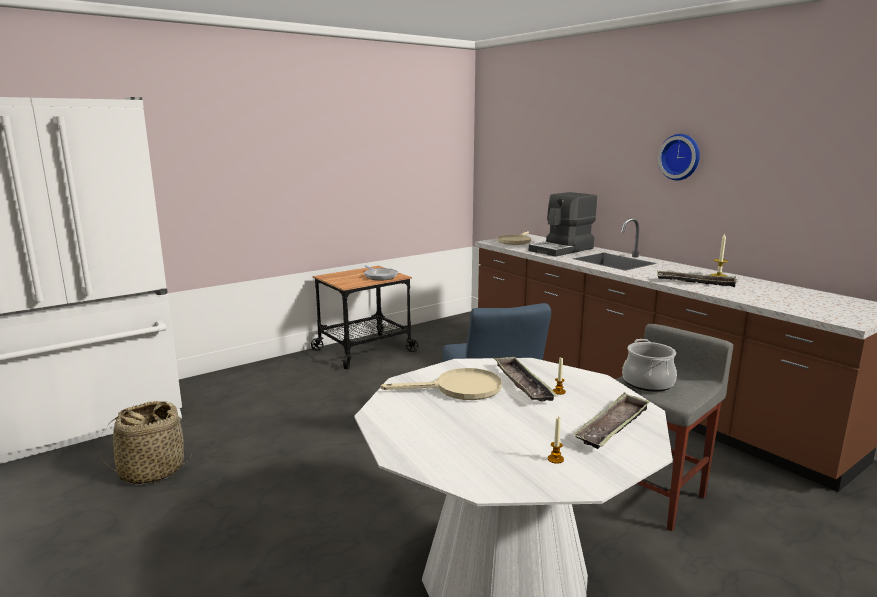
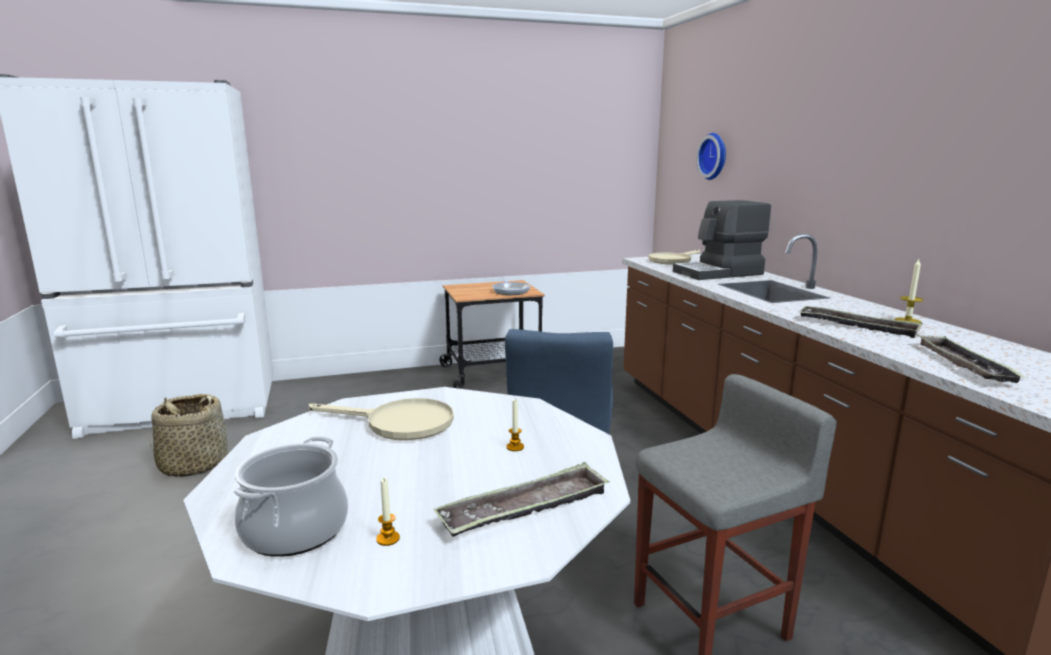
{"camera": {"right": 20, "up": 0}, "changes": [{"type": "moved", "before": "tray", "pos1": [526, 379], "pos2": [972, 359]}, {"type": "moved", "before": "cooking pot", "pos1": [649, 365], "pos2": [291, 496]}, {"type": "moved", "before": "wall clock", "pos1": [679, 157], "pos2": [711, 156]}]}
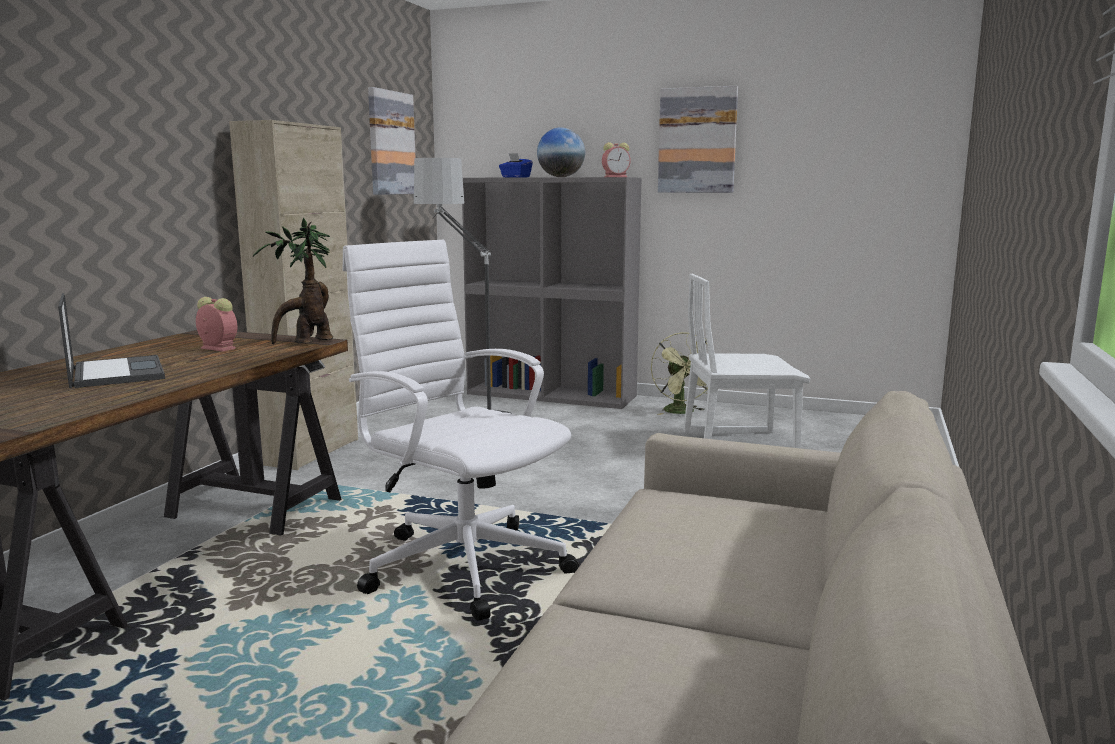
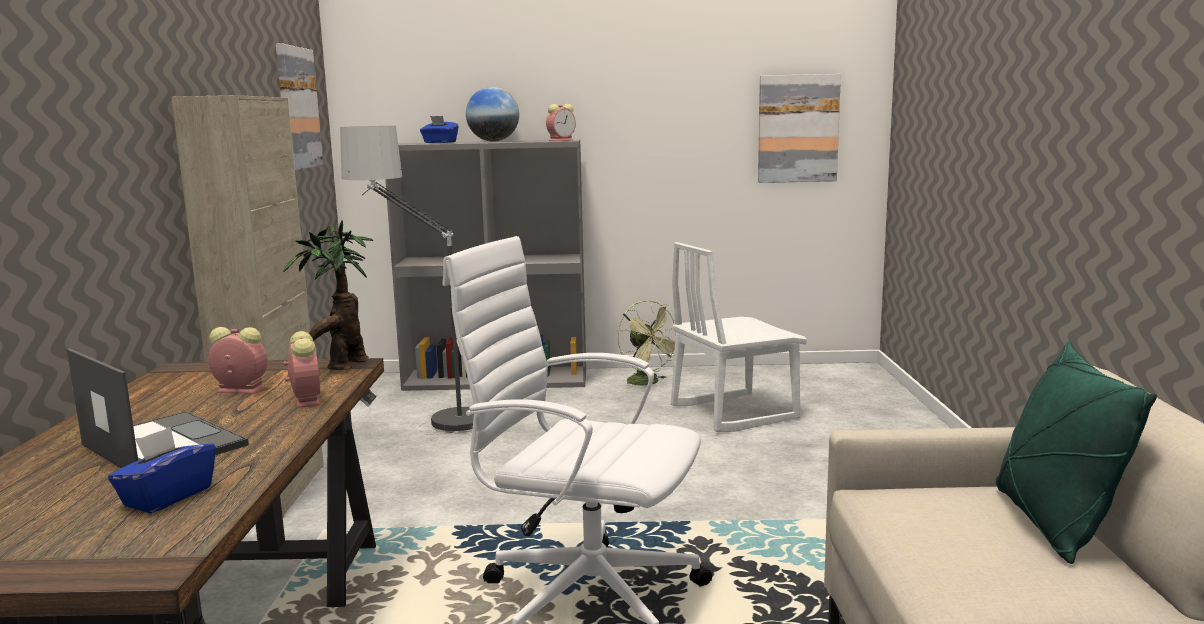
{"camera": {"right": -20, "up": 0}, "changes": [{"type": "moved", "before": "picture", "pos1": [698, 139], "pos2": [799, 128]}, {"type": "added", "after": "tissue box (blue)", "pos2": [162, 470]}, {"type": "added", "after": "alarm clock", "pos2": [302, 369]}, {"type": "added", "after": "pillow (green)", "pos2": [1076, 452]}]}
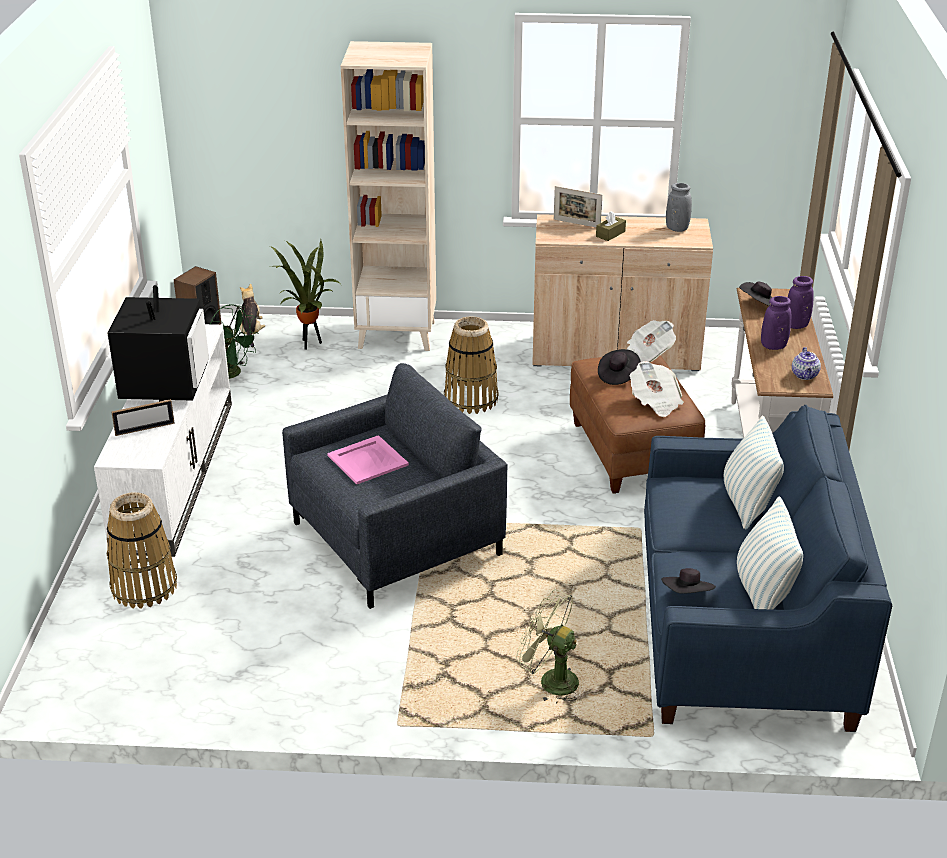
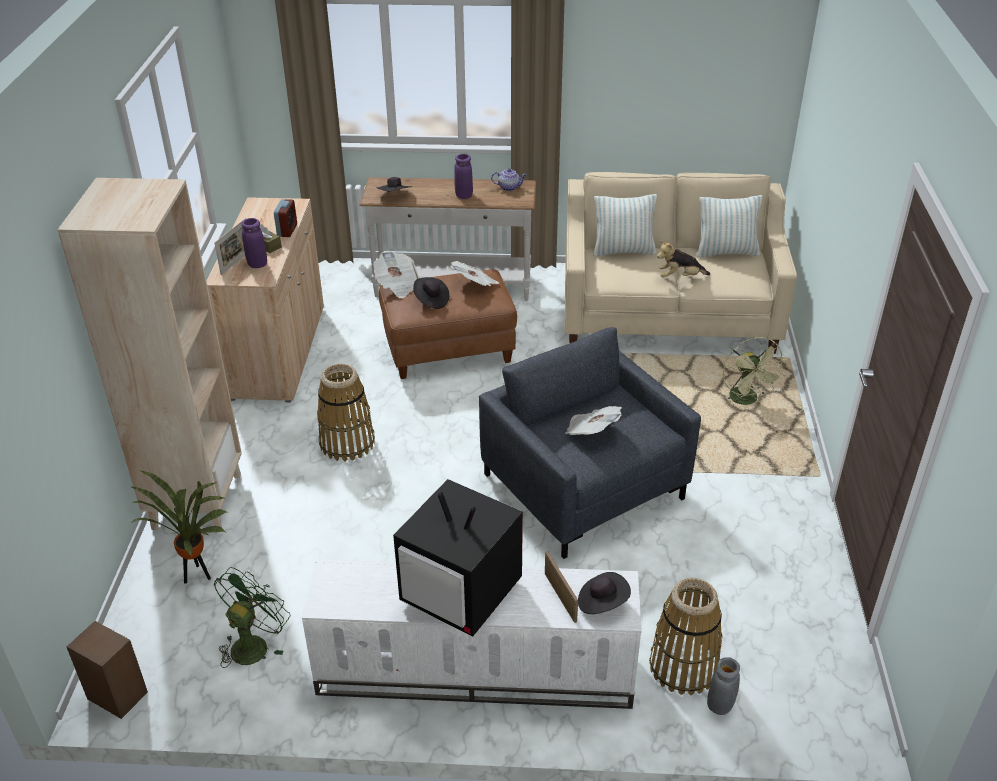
{"camera": {"right": -90, "up": 5}, "changes": [{"type": "turned", "before": "television", "pos1": [158, 343], "pos2": [458, 557], "turn": -150}, {"type": "moved", "before": "plush toy", "pos1": [252, 315], "pos2": [683, 258]}, {"type": "replaced", "before": "tray (pink)", "after": "newspaper", "pos1": [368, 459], "pos2": [593, 420]}, {"type": "turned", "before": "fan (green)", "pos1": [547, 646], "pos2": [755, 371], "turn": -45}, {"type": "recoloured", "before": "sofa (blue)", "after": "sofa (beige)", "pos1": [768, 568], "pos2": [681, 263]}, {"type": "moved", "before": "hat (black)", "pos1": [688, 581], "pos2": [604, 593]}, {"type": "moved", "before": "vase (grey)", "pos1": [679, 207], "pos2": [723, 686]}, {"type": "moved", "before": "vase (purple)", "pos1": [800, 302], "pos2": [254, 243]}, {"type": "added", "after": "alarm clock", "pos2": [285, 218]}]}
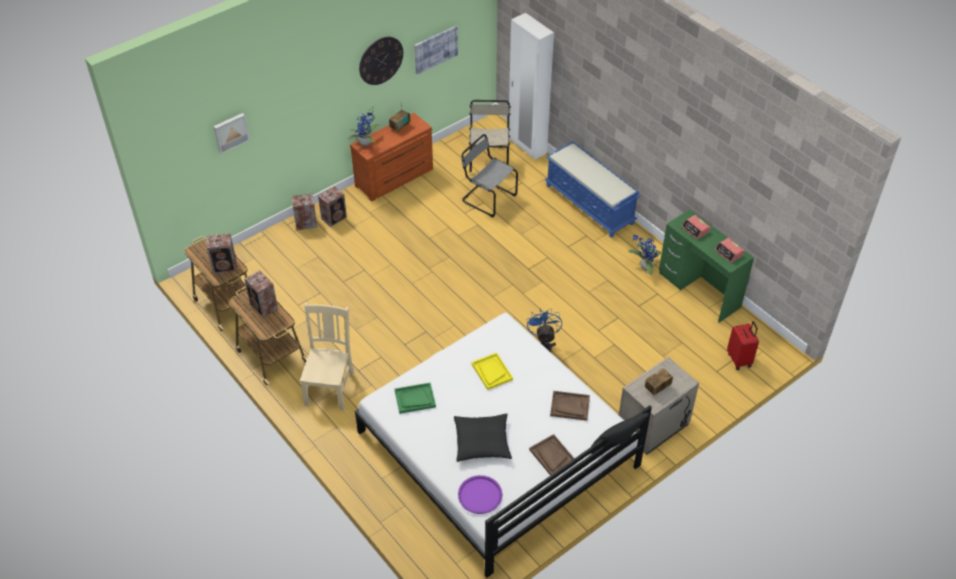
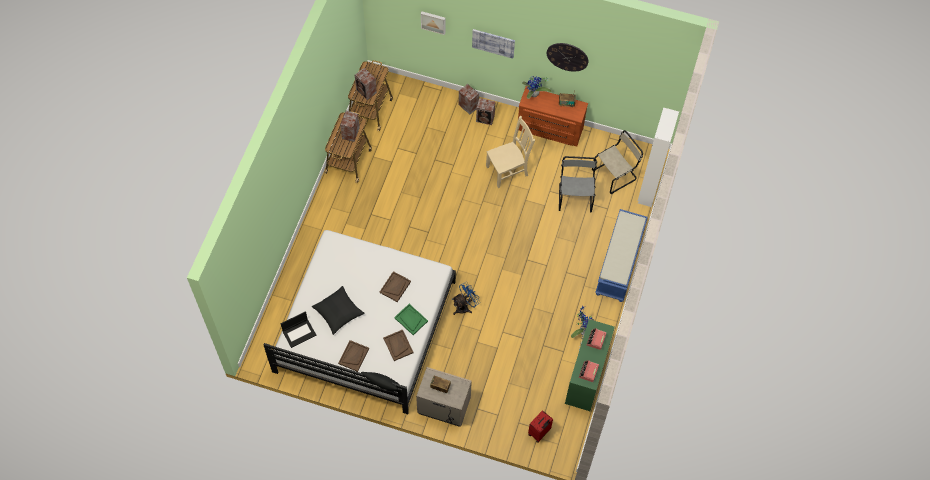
{"camera": {"right": 55, "up": 15}, "changes": [{"type": "moved", "before": "chair (beige)", "pos1": [327, 357], "pos2": [510, 152]}, {"type": "moved", "before": "tray (green)", "pos1": [415, 398], "pos2": [411, 319]}, {"type": "moved", "before": "picture", "pos1": [436, 50], "pos2": [493, 44]}, {"type": "replaced", "before": "tray (purple)", "after": "laptop", "pos1": [480, 494], "pos2": [298, 329]}, {"type": "recoloured", "before": "tray (yellow)", "after": "tray (brown)", "pos1": [492, 371], "pos2": [395, 286]}]}
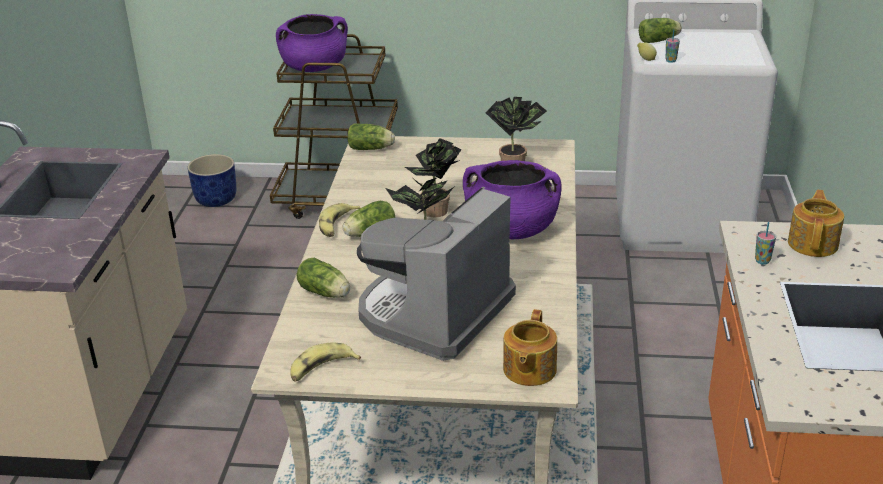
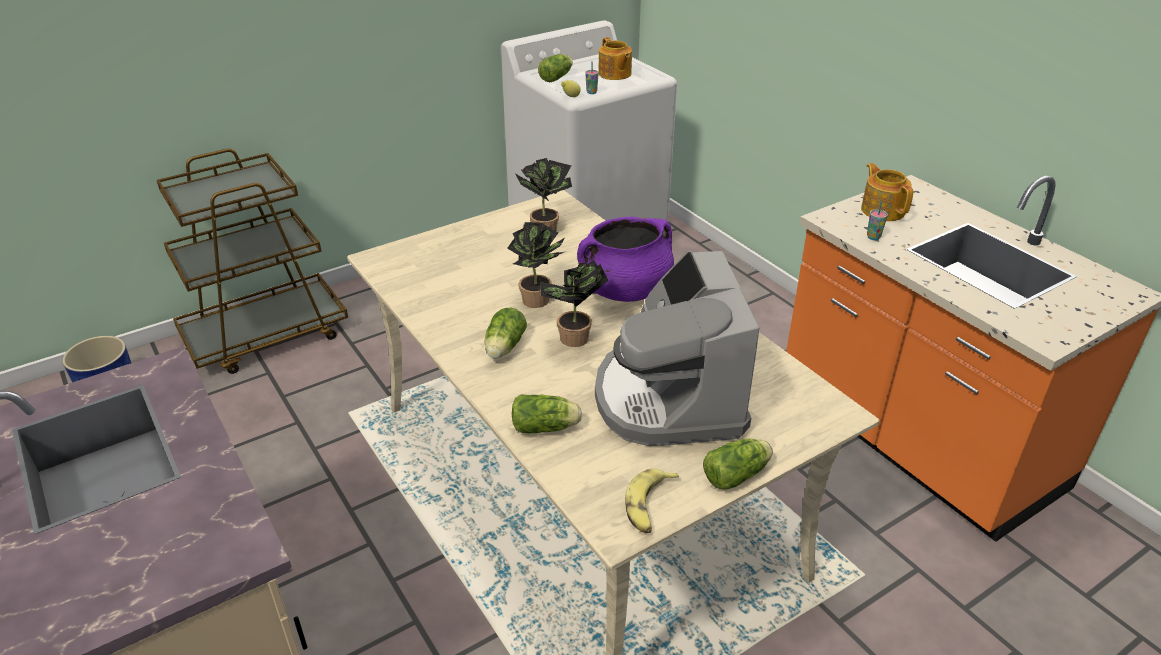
{"camera": {"right": -40, "up": 5}, "changes": [{"type": "removed", "before": "cooking pot (purple)", "pos1": [312, 43]}, {"type": "removed", "before": "banana", "pos1": [339, 220]}, {"type": "moved", "before": "lettuce", "pos1": [371, 136], "pos2": [738, 464]}, {"type": "moved", "before": "teapot", "pos1": [530, 347], "pos2": [615, 58]}]}
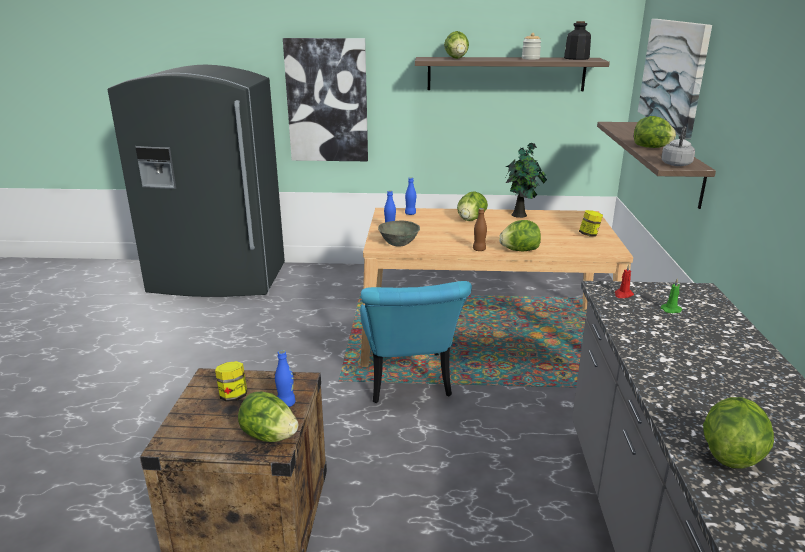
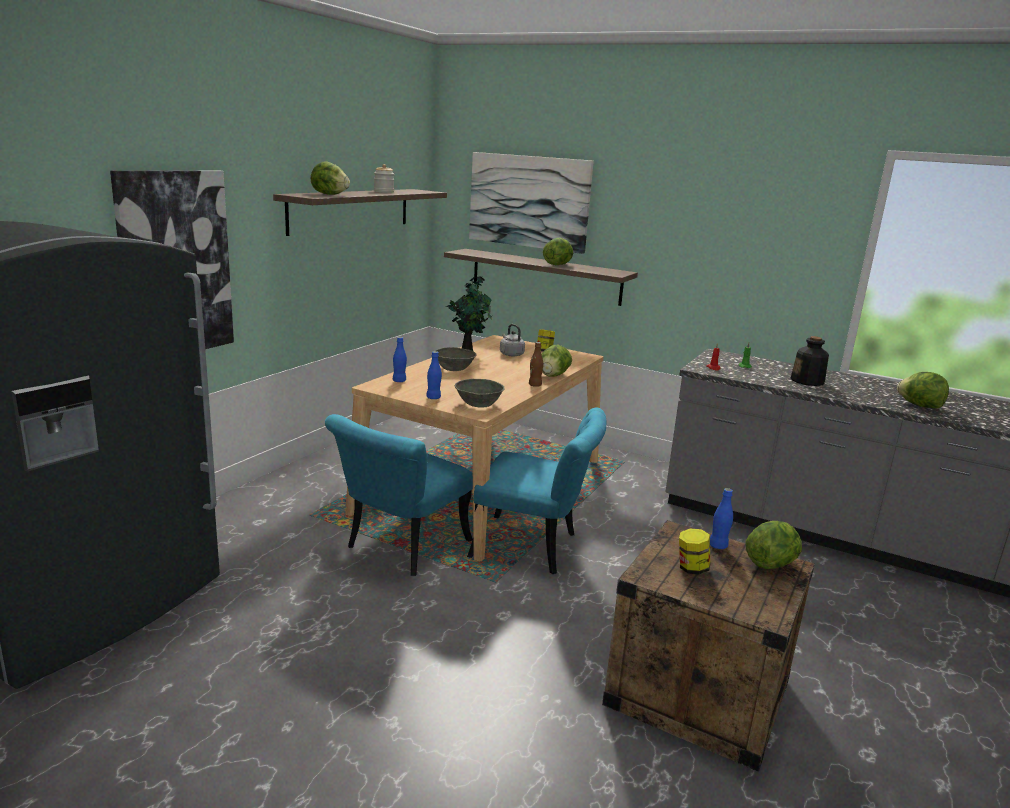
{"camera": {"right": -65, "up": -5}, "changes": [{"type": "replaced", "before": "lettuce", "after": "bowl (grey)", "pos1": [472, 206], "pos2": [456, 359]}, {"type": "moved", "before": "bottle", "pos1": [577, 40], "pos2": [810, 361]}, {"type": "moved", "before": "kettle (grey)", "pos1": [678, 146], "pos2": [512, 340]}, {"type": "added", "after": "chair (turquoise)", "pos2": [399, 495]}]}
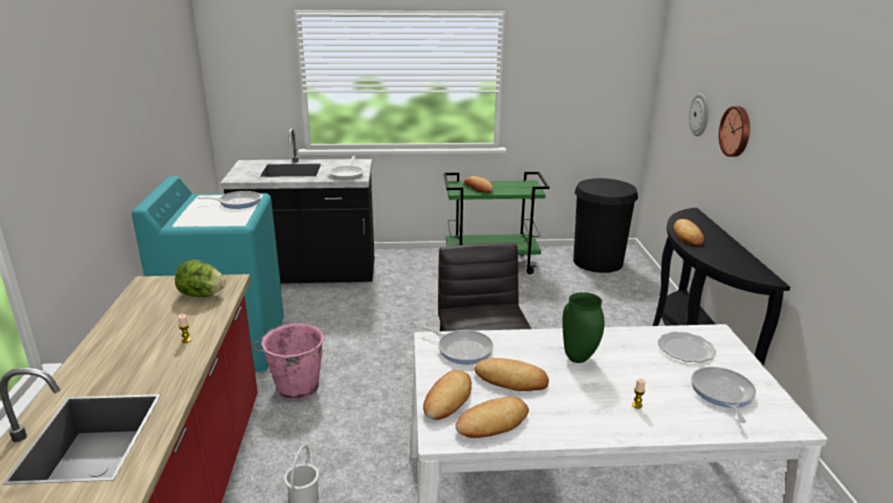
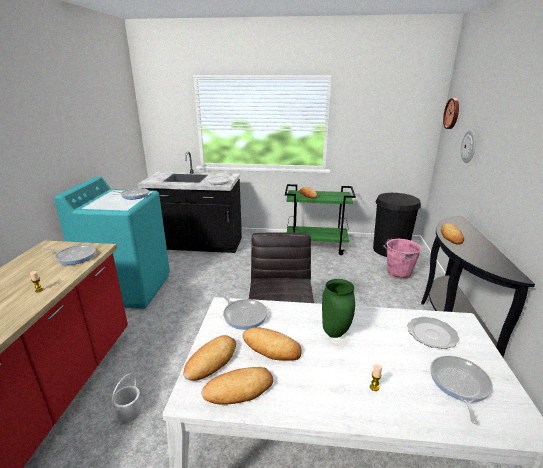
{"camera": {"right": 10, "up": 0}, "changes": [{"type": "replaced", "before": "lettuce", "after": "frying pan", "pos1": [200, 278], "pos2": [69, 255]}, {"type": "moved", "before": "bucket (pink)", "pos1": [289, 362], "pos2": [402, 258]}, {"type": "moved", "before": "wall clock", "pos1": [734, 131], "pos2": [451, 113]}]}
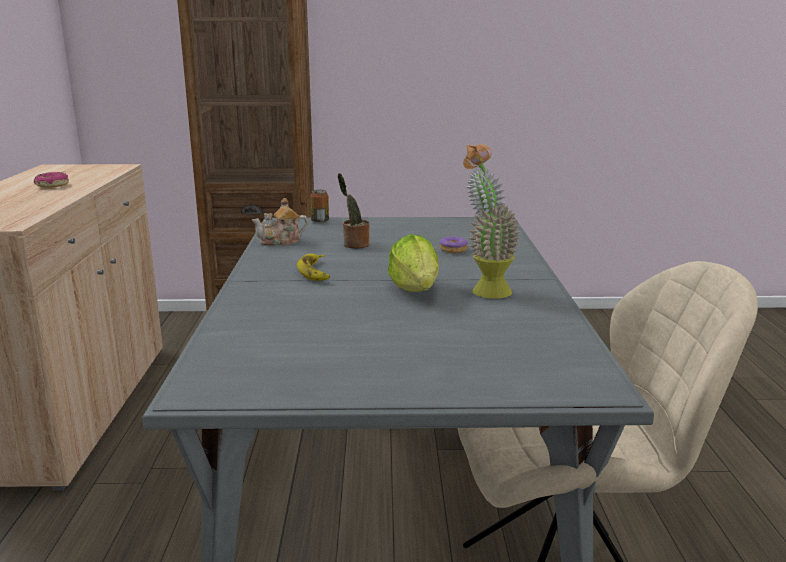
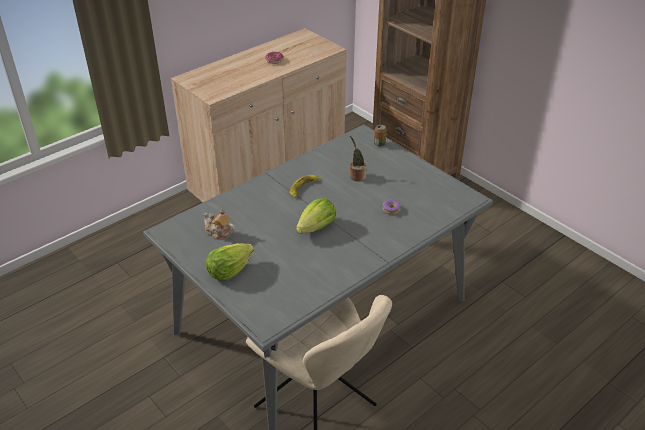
{"camera": {"right": 50, "up": 20}, "changes": [{"type": "moved", "before": "teapot", "pos1": [280, 222], "pos2": [219, 224]}, {"type": "removed", "before": "potted plant", "pos1": [491, 221]}, {"type": "added", "after": "lettuce", "pos2": [230, 262]}]}
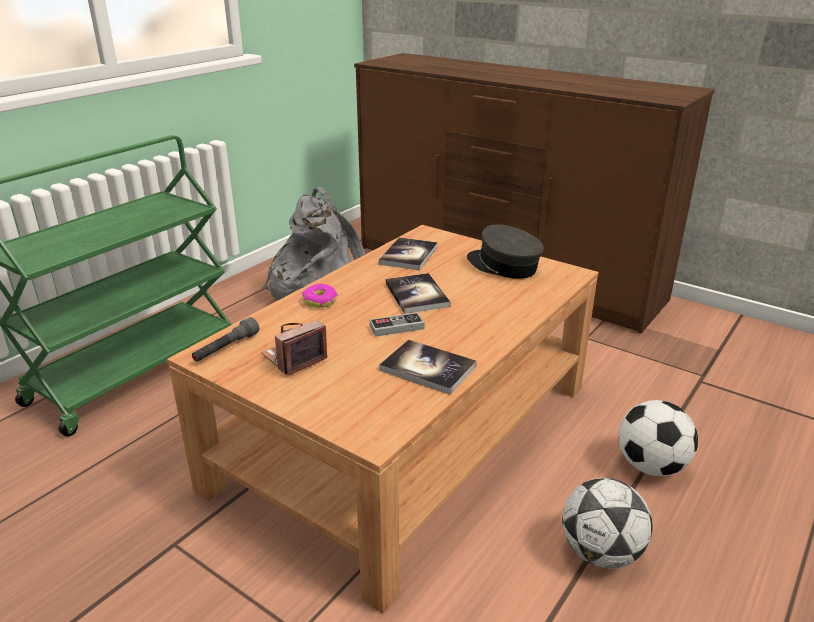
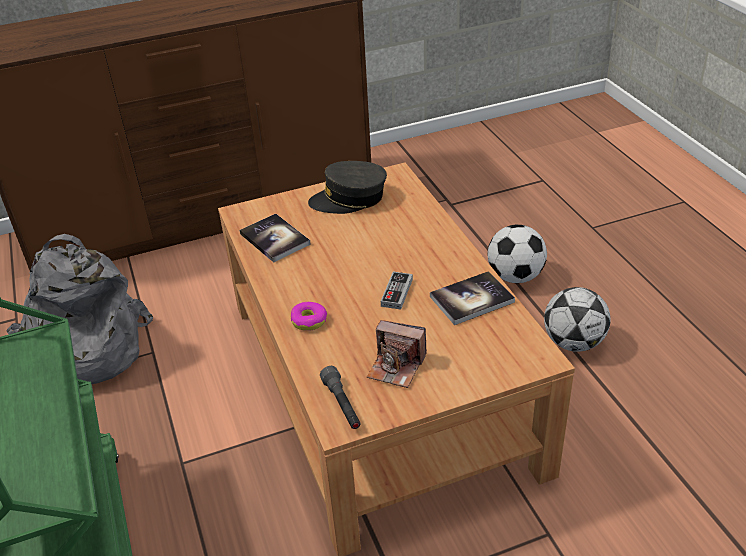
{"camera": {"right": -55, "up": 10}, "changes": [{"type": "turned", "before": "photo camera", "pos1": [294, 348], "pos2": [397, 354], "turn": -60}, {"type": "removed", "before": "book", "pos1": [418, 293]}]}
